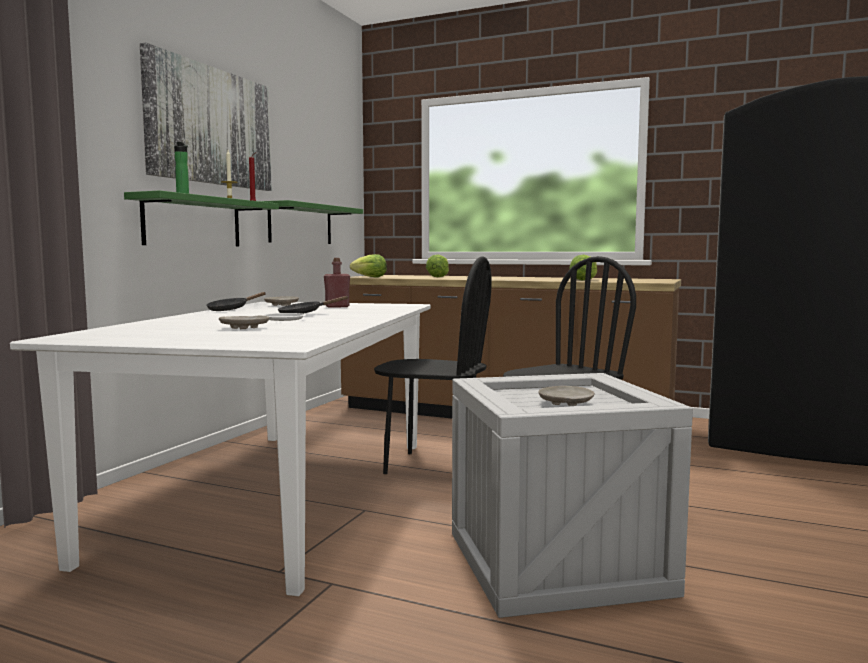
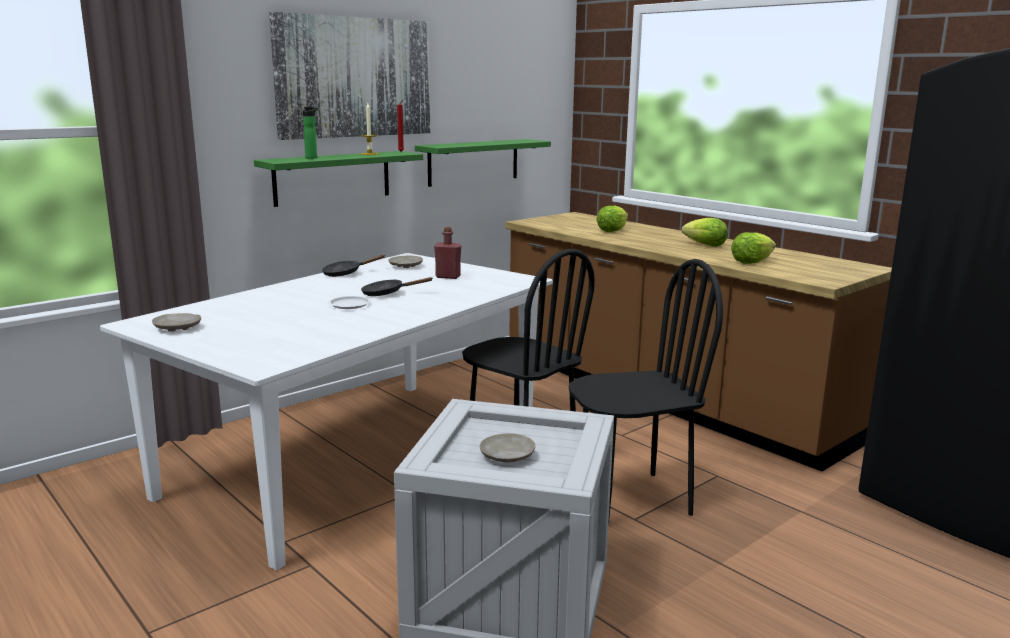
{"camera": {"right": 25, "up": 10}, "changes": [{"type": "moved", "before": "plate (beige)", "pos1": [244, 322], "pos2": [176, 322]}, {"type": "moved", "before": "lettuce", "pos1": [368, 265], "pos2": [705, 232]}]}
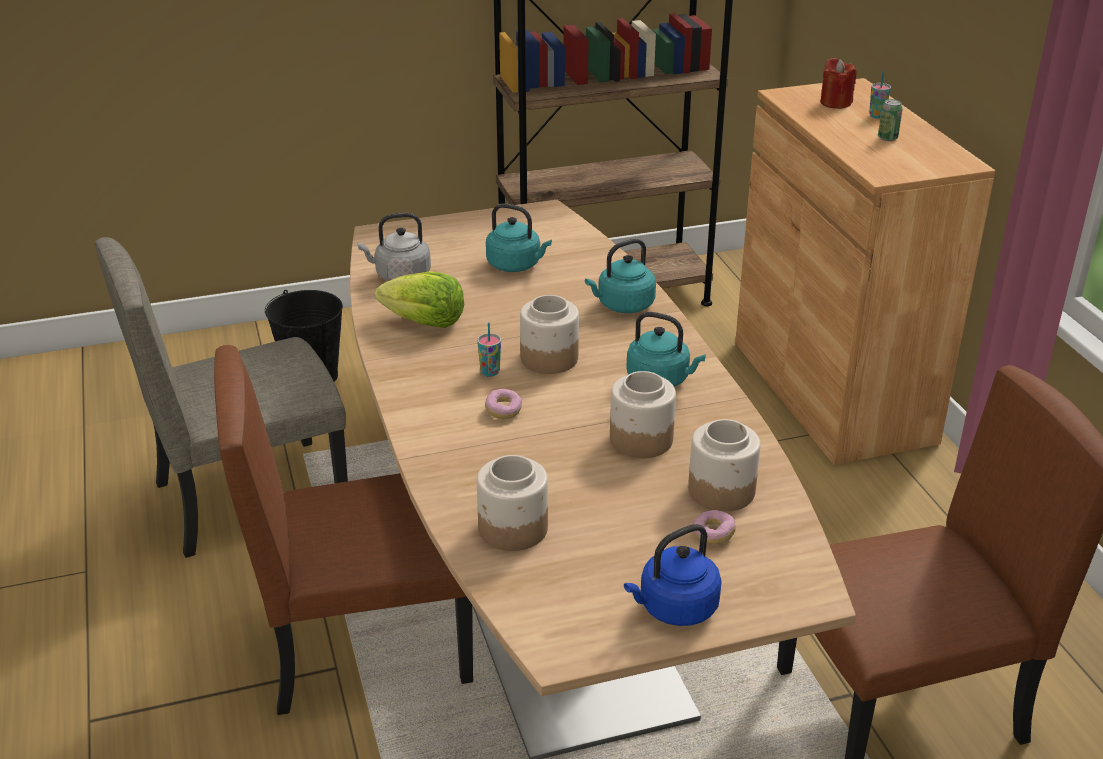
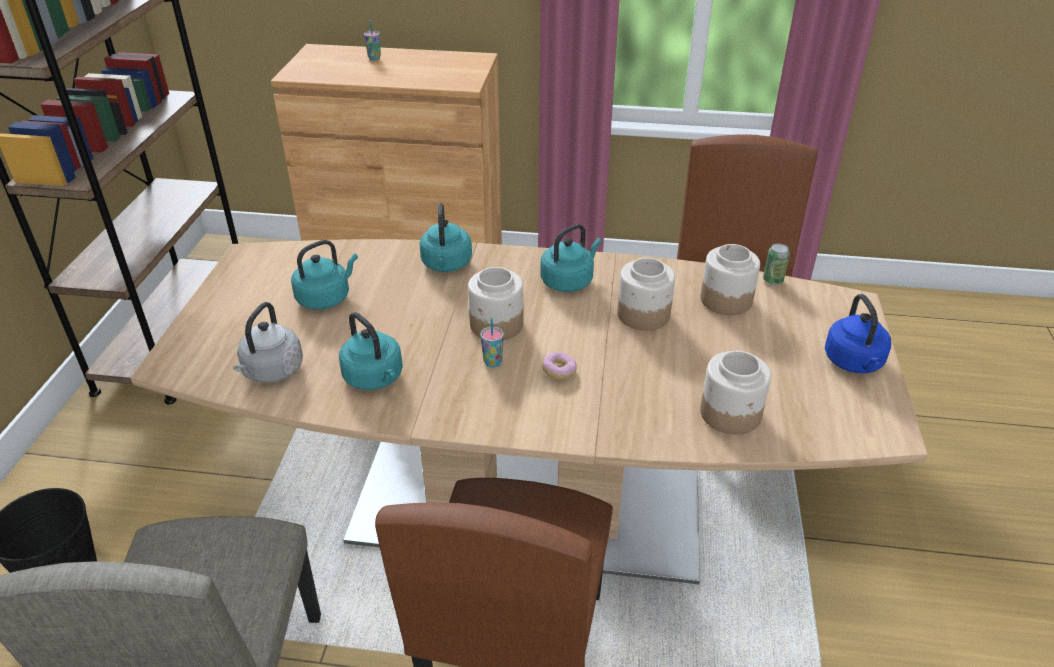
{"camera": {"right": -65, "up": 5}, "changes": [{"type": "replaced", "before": "lettuce", "after": "kettle (turquoise)", "pos1": [419, 299], "pos2": [371, 351]}, {"type": "removed", "before": "donut", "pos1": [714, 527]}, {"type": "removed", "before": "candle (red)", "pos1": [838, 83]}, {"type": "moved", "before": "can", "pos1": [890, 120], "pos2": [776, 264]}]}
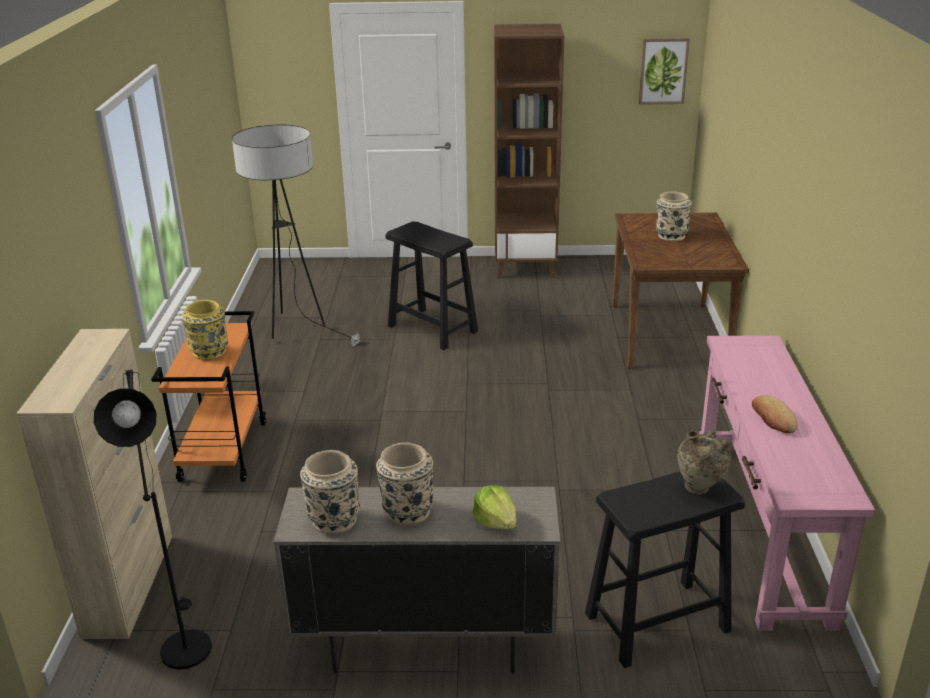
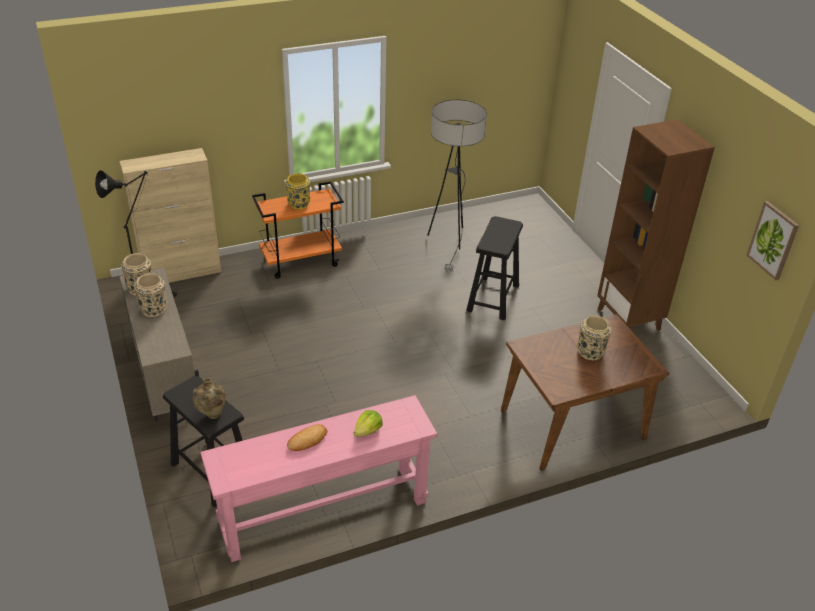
{"camera": {"right": 65, "up": 10}, "changes": [{"type": "moved", "before": "lettuce", "pos1": [494, 507], "pos2": [368, 423]}]}
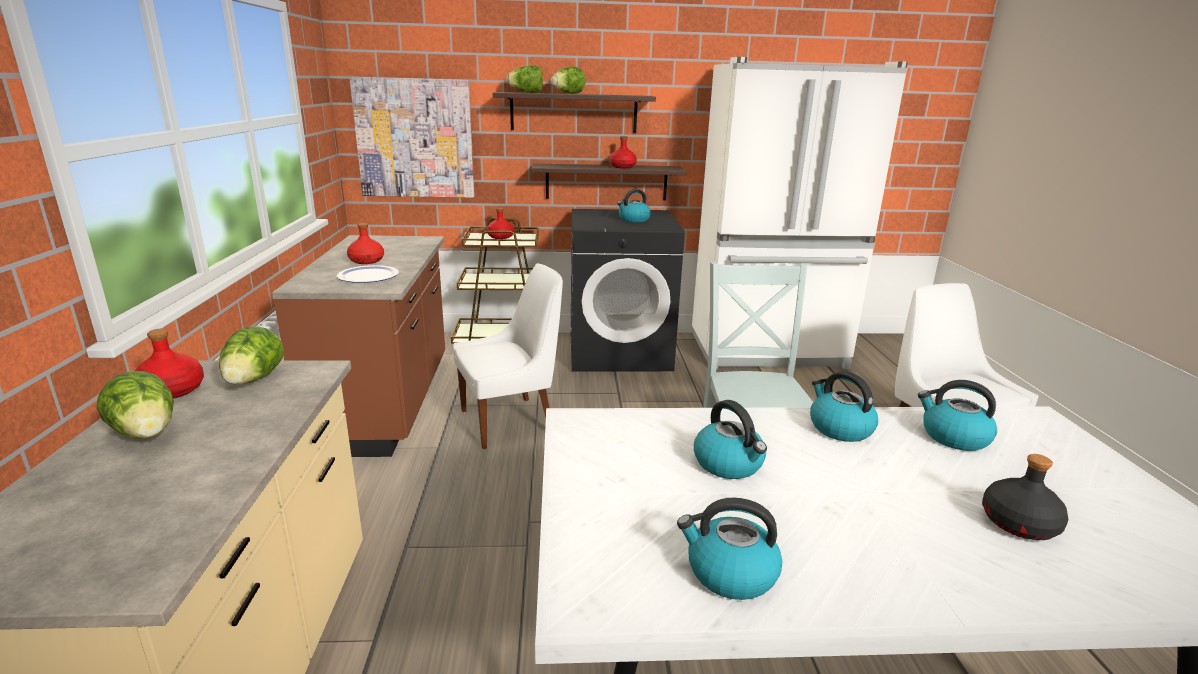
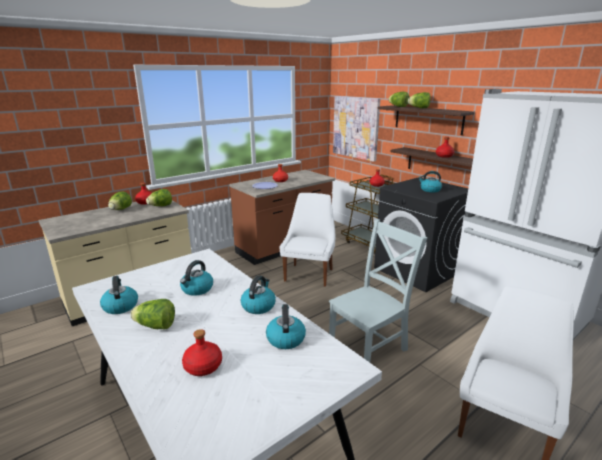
{"camera": {"right": 55, "up": 0}, "changes": [{"type": "turned", "before": "chair (white)", "pos1": [508, 356], "pos2": [307, 240], "turn": -105}, {"type": "recoloured", "before": "bottle (black)", "after": "bottle (red)", "pos1": [1025, 497], "pos2": [202, 352]}, {"type": "added", "after": "lettuce", "pos2": [152, 314]}]}
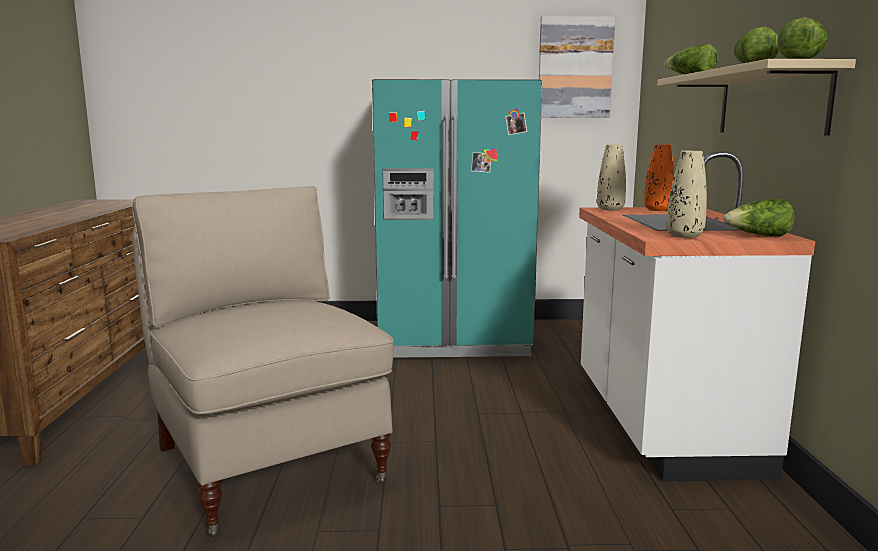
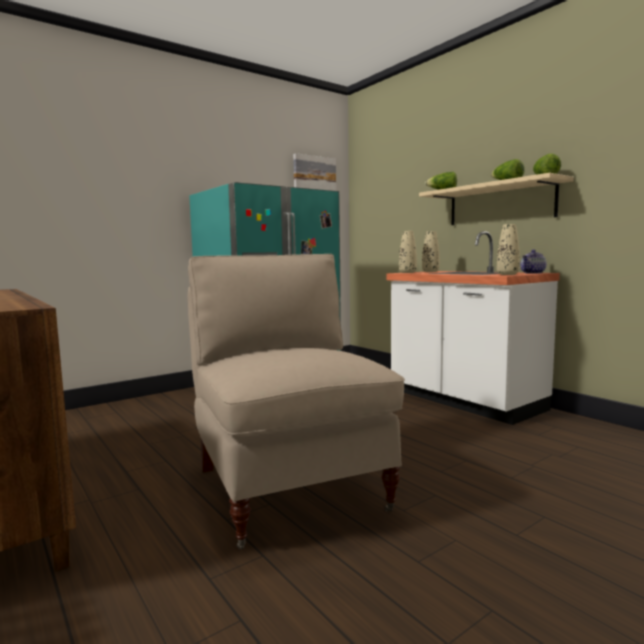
{"camera": {"right": -35, "up": -5}, "changes": [{"type": "turned", "before": "chair (beige)", "pos1": [263, 360], "pos2": [296, 401], "turn": 45}, {"type": "recoloured", "before": "vase (orange)", "after": "vase (beige)", "pos1": [659, 177], "pos2": [431, 251]}, {"type": "replaced", "before": "lettuce", "after": "teapot", "pos1": [758, 218], "pos2": [533, 262]}]}
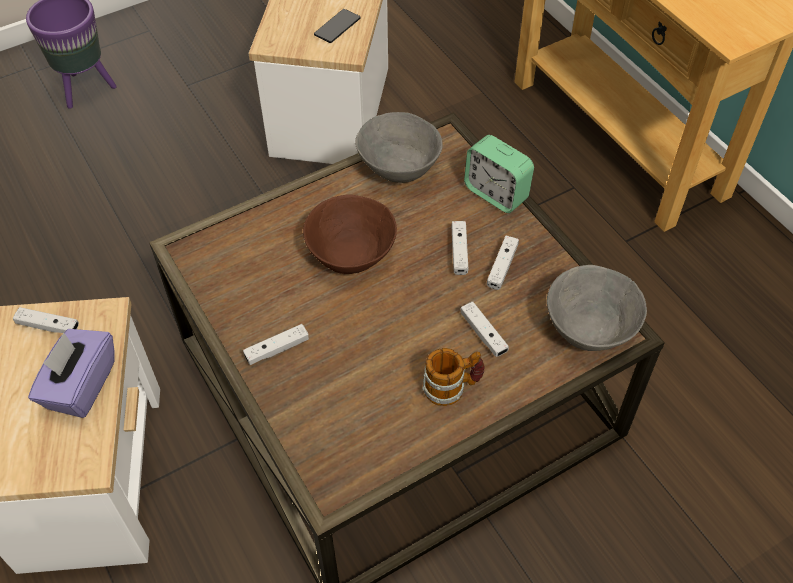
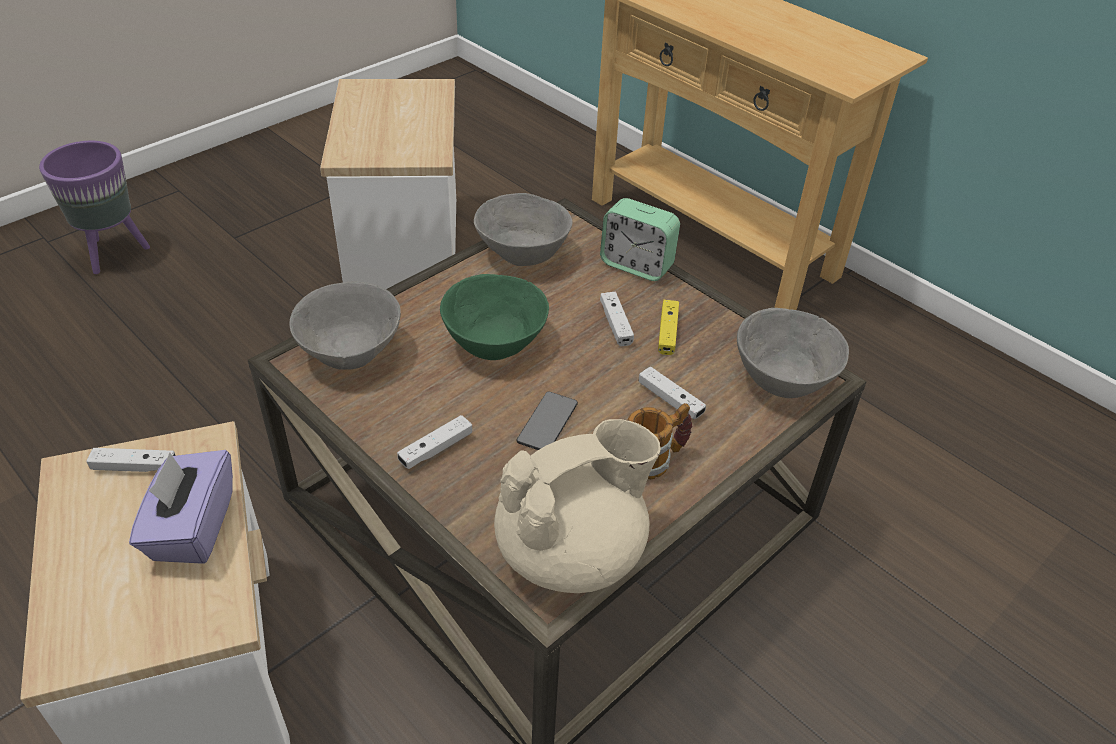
{"camera": {"right": -15, "up": -10}, "changes": [{"type": "recoloured", "before": "bowl (brown)", "after": "bowl (green)", "pos1": [350, 234], "pos2": [494, 317]}, {"type": "moved", "before": "phone", "pos1": [337, 26], "pos2": [547, 420]}, {"type": "recoloured", "before": "game controller (white)", "after": "game controller (yellow)", "pos1": [503, 263], "pos2": [668, 327]}, {"type": "added", "after": "bowl (grey)", "pos2": [345, 326]}, {"type": "added", "after": "teapot (beige)", "pos2": [577, 506]}]}
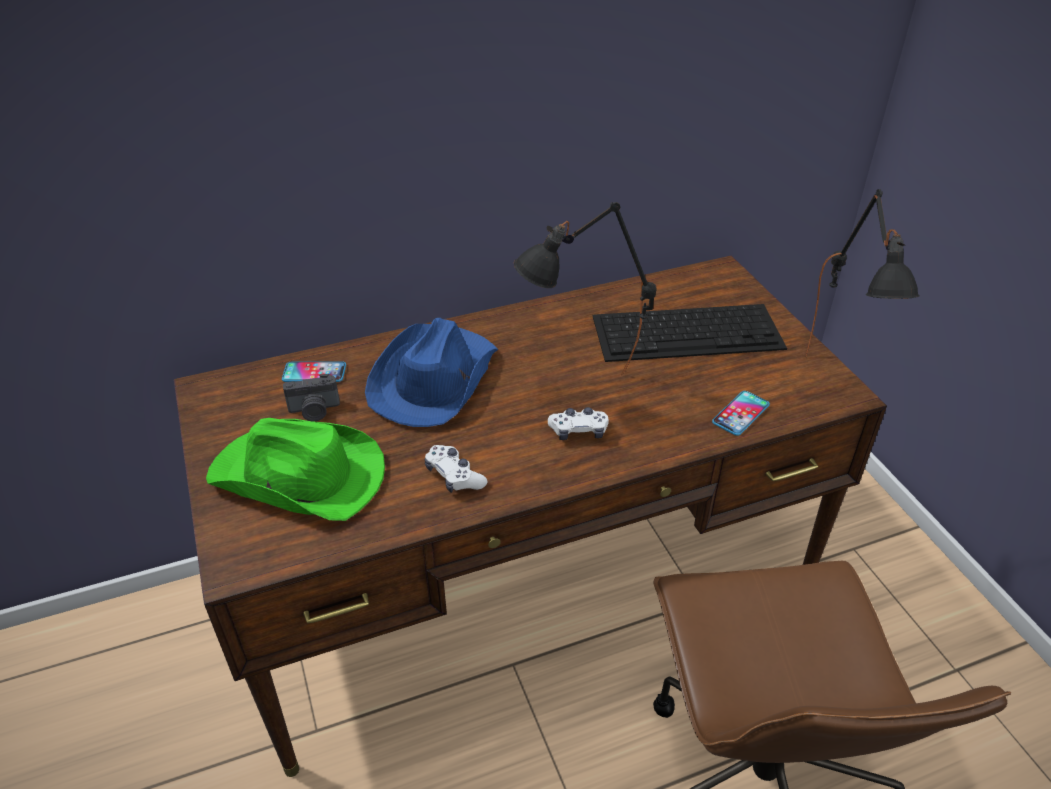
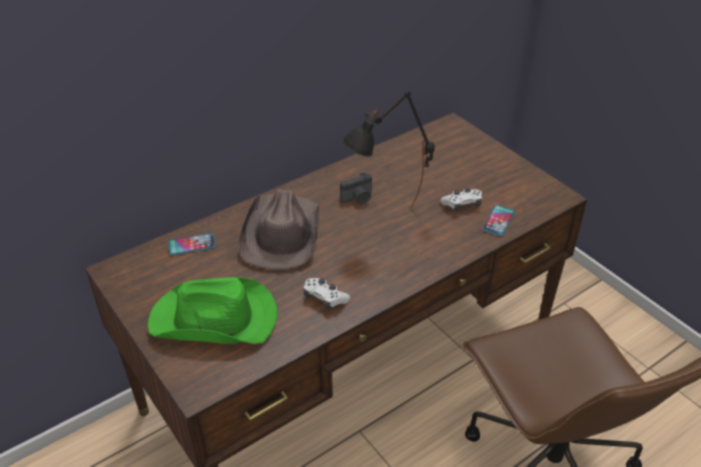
{"camera": {"right": -15, "up": 0}, "changes": [{"type": "moved", "before": "photo camera", "pos1": [311, 397], "pos2": [356, 188]}, {"type": "recoloured", "before": "hat (blue)", "after": "hat (brown)", "pos1": [431, 372], "pos2": [279, 229]}, {"type": "moved", "before": "game controller (white)", "pos1": [578, 423], "pos2": [461, 199]}, {"type": "removed", "before": "keyboard", "pos1": [690, 333]}, {"type": "removed", "before": "table lamp (black)", "pos1": [863, 273]}]}
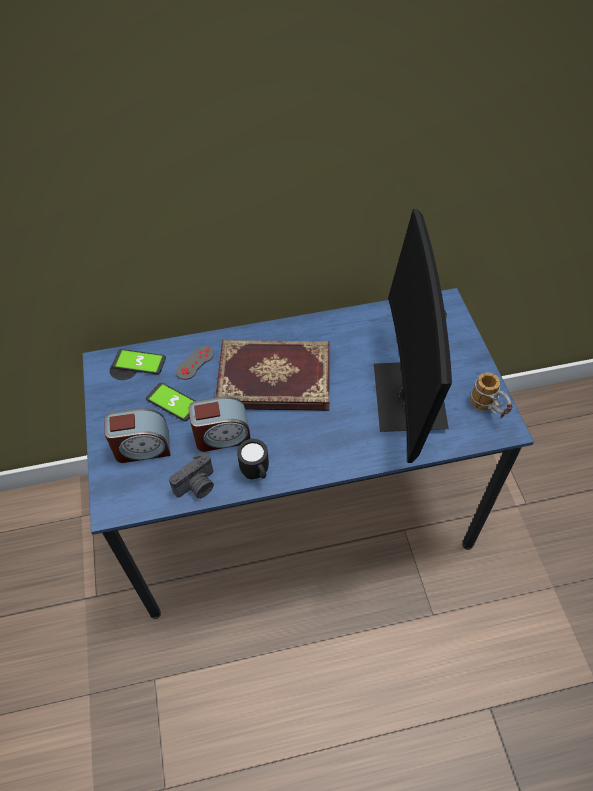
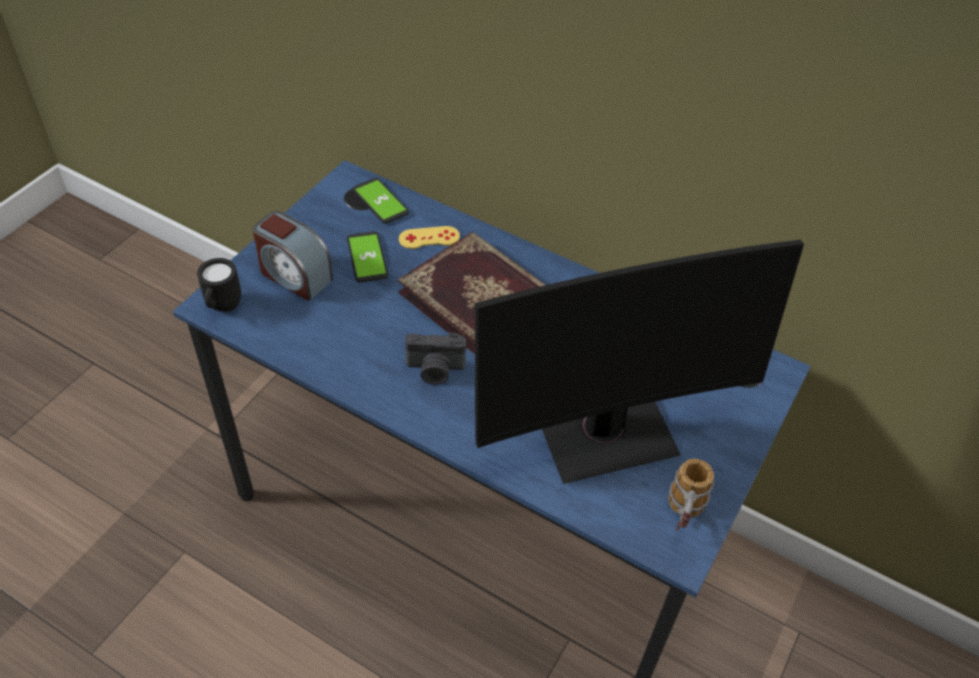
{"camera": {"right": 40, "up": -5}, "changes": [{"type": "moved", "before": "photo camera", "pos1": [191, 475], "pos2": [435, 358]}, {"type": "recoloured", "before": "game controller (grey)", "after": "game controller (yellow)", "pos1": [195, 363], "pos2": [429, 237]}, {"type": "removed", "before": "alarm clock", "pos1": [220, 424]}, {"type": "moved", "before": "mug (black)", "pos1": [253, 459], "pos2": [219, 284]}, {"type": "turned", "before": "monitor", "pos1": [413, 336], "pos2": [639, 362], "turn": -150}]}
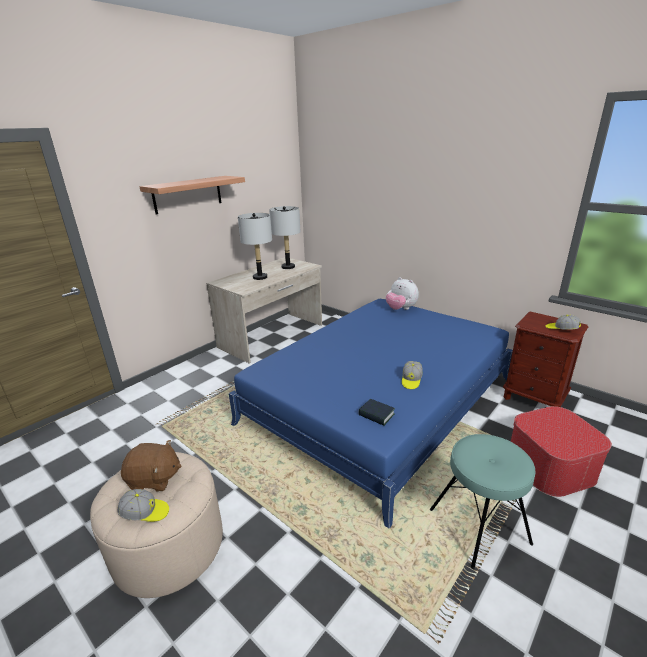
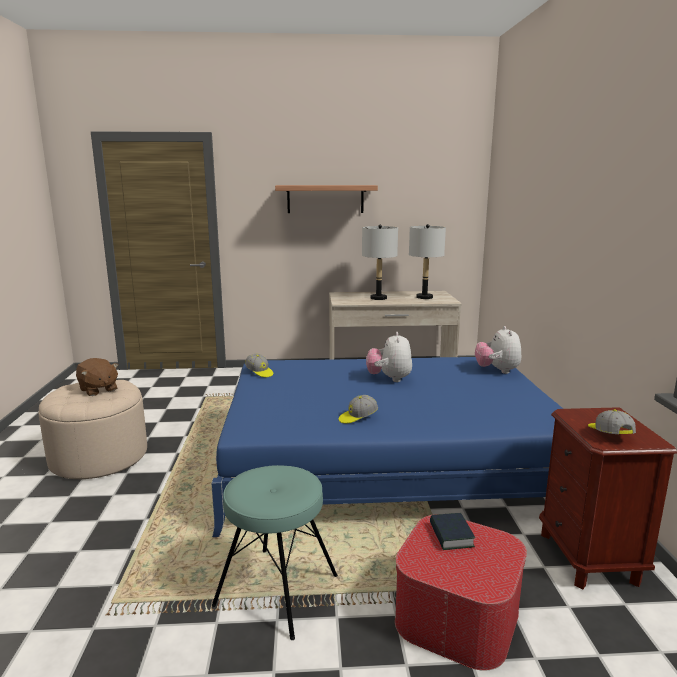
{"camera": {"right": 45, "up": -10}, "changes": [{"type": "moved", "before": "cap", "pos1": [143, 505], "pos2": [259, 365]}, {"type": "moved", "before": "book", "pos1": [377, 412], "pos2": [452, 531]}, {"type": "added", "after": "plush toy", "pos2": [389, 357]}]}
